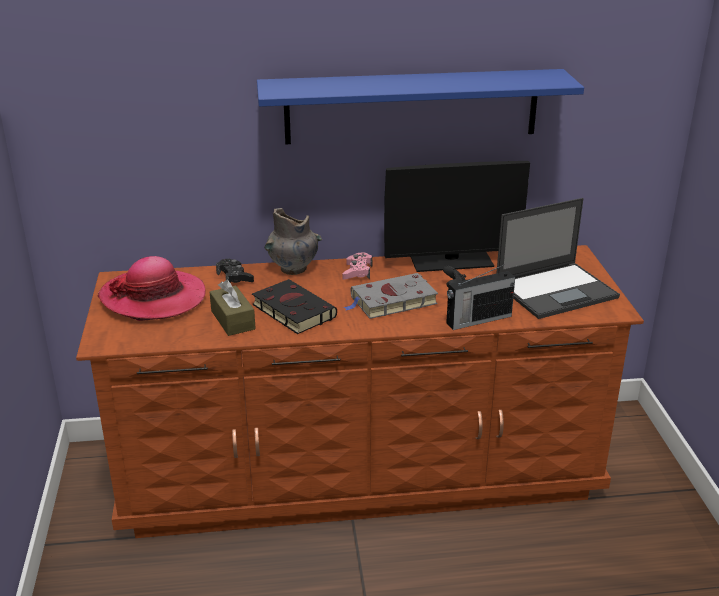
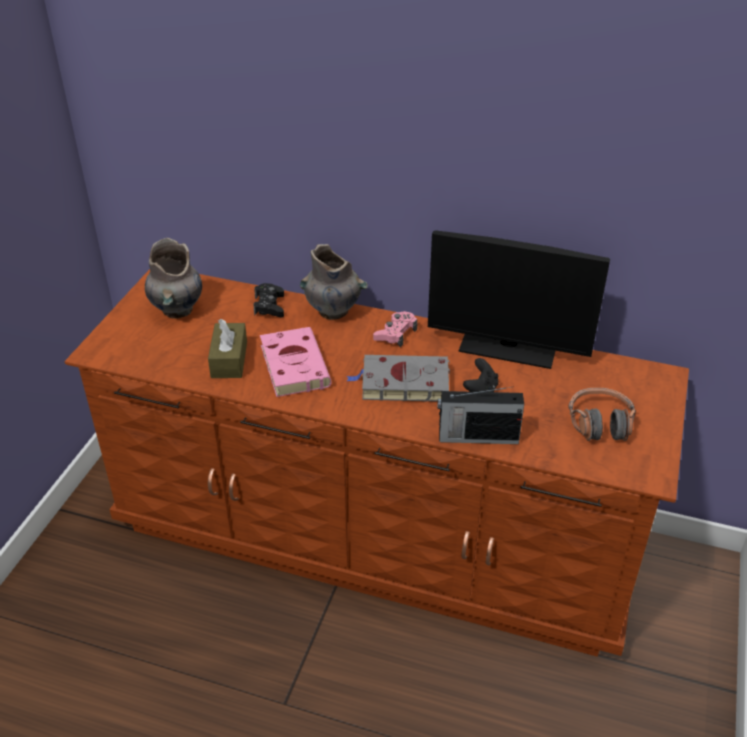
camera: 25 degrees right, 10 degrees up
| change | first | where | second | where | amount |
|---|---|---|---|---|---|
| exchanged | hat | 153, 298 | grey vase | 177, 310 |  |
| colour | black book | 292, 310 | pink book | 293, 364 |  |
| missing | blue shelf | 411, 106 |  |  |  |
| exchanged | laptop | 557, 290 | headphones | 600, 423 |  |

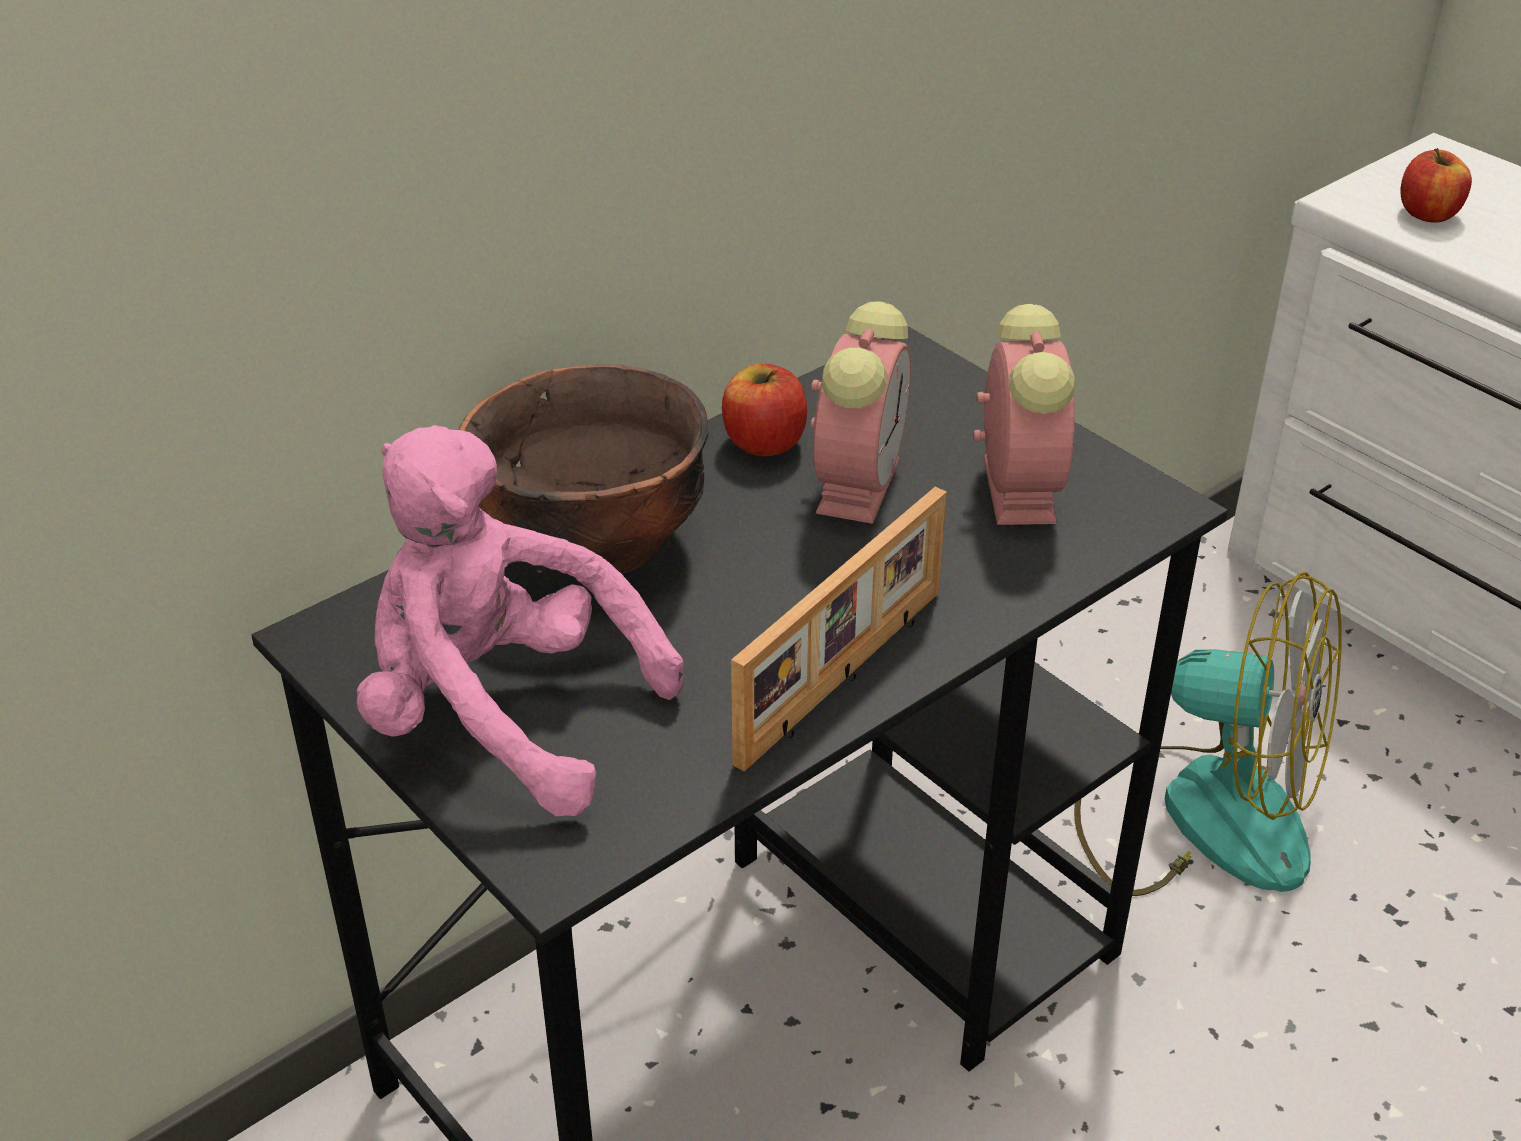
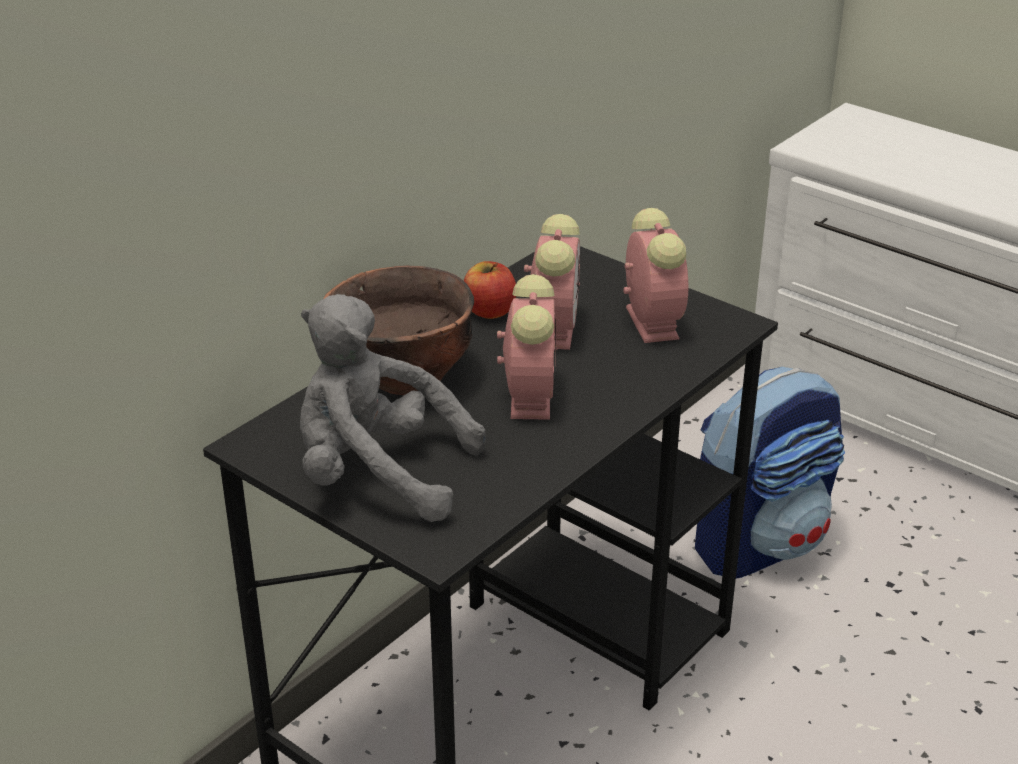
camera: 10 degrees left, 5 degrees down
| change | first | where | second | where | amount |
|---|---|---|---|---|---|
| colour | pink plush toy | 502, 715 | grey plush toy | 377, 474 |  |
| missing | picture frame | 845, 677 |  |  |  |
| exchanged | fan | 1198, 813 | backpack | 760, 542 |  |
| missing | apple | 1428, 214 |  |  |  |
| appeared |  |  | alarm clock | 529, 395 |  |

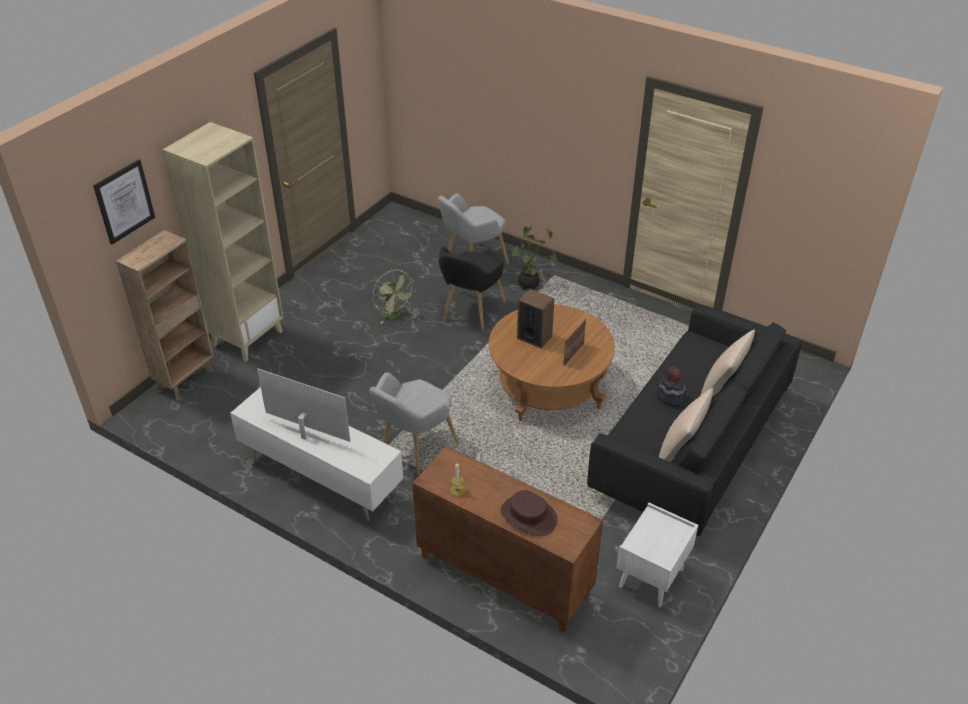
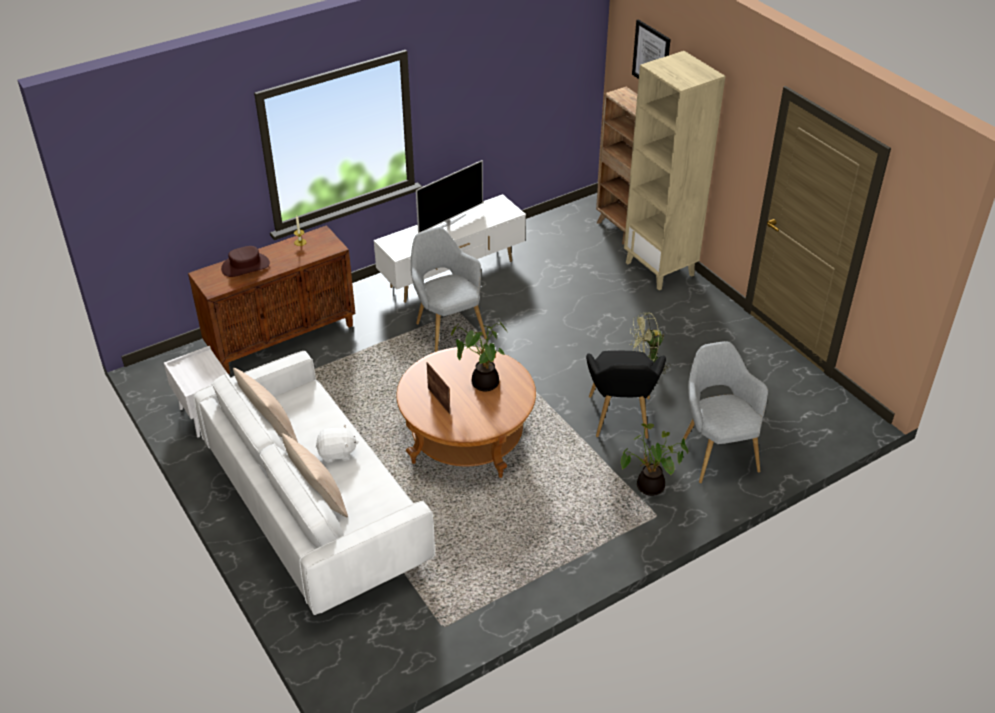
camera: 115 degrees right, 0 degrees up
| change | first | where | second | where | amount |
|---|---|---|---|---|---|
| spun | black armchair | 470, 313 |  | 620, 421 | 135 degrees counterclockwise |
| exchanged | speaker | 534, 337 | potted plant | 482, 383 |  |
| colour | black sofa | 690, 445 | white sofa | 316, 509 |  |
| exchanged | hat | 670, 397 | white plush toy | 337, 453 |  |

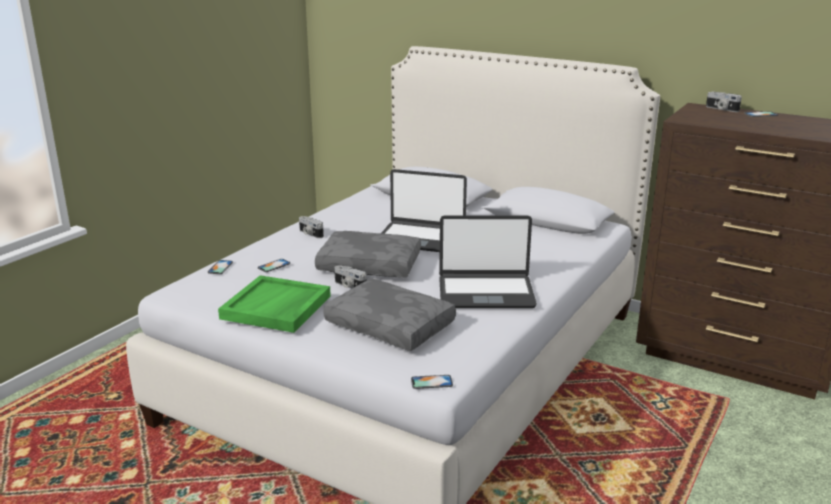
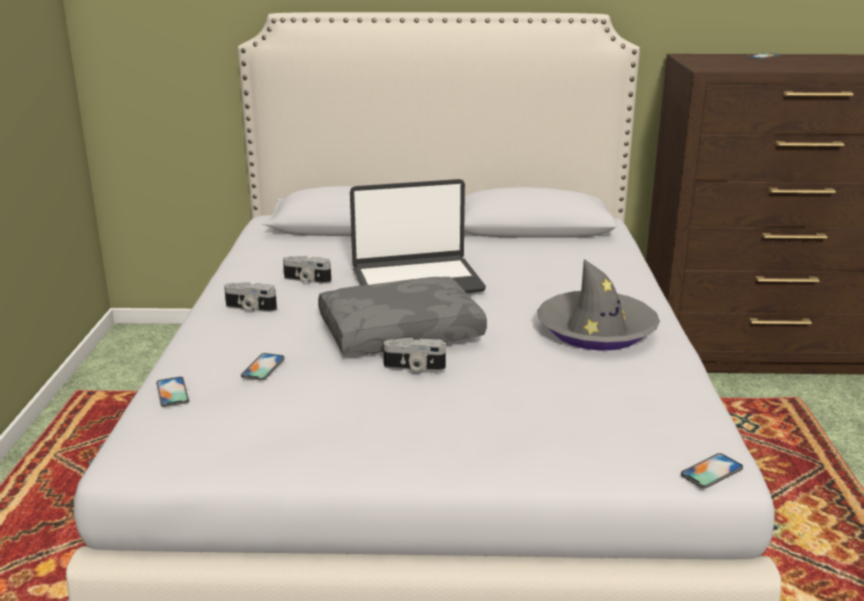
camera: 30 degrees left, 0 degrees up
| change | first | where | second | where | amount |
|---|---|---|---|---|---|
| missing | green tray | 276, 308 |  |  |  |
| missing | grey pillow | 391, 326 |  |  |  |
| exchanged | laptop | 486, 292 | grey hat | 596, 331 |  |
| relocated | photo camera | 721, 109 |  | 306, 280 |  |

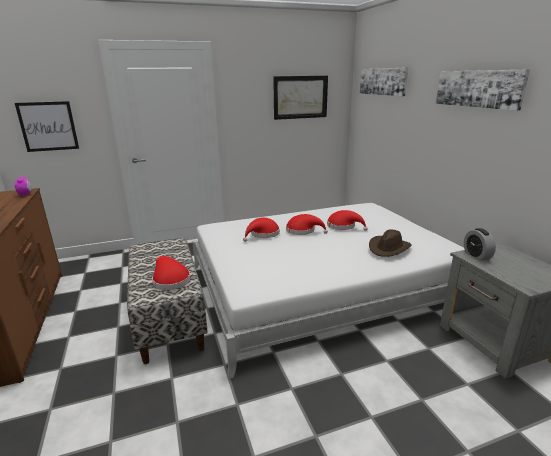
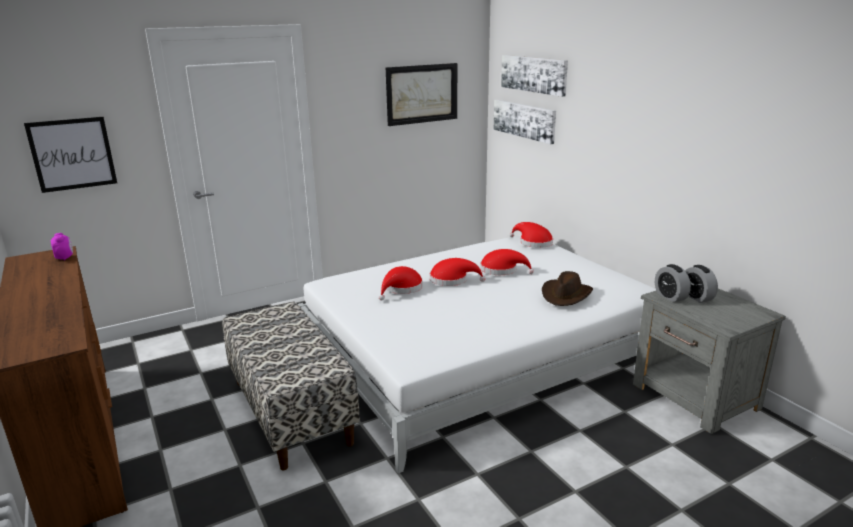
camera: 10 degrees left, 0 degrees up
| change | first | where | second | where | amount |
|---|---|---|---|---|---|
| relocated | red hat | 170, 280 |  | 533, 242 |  |
| relocated | picture | 478, 88 |  | 524, 120 |  |
| appeared |  |  | alarm clock | 696, 297 |  |

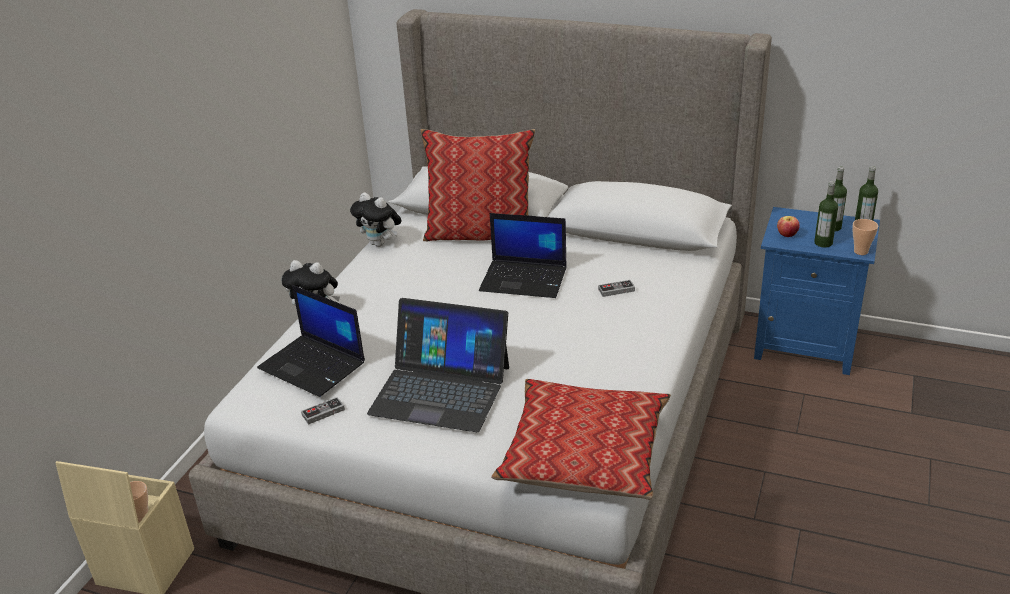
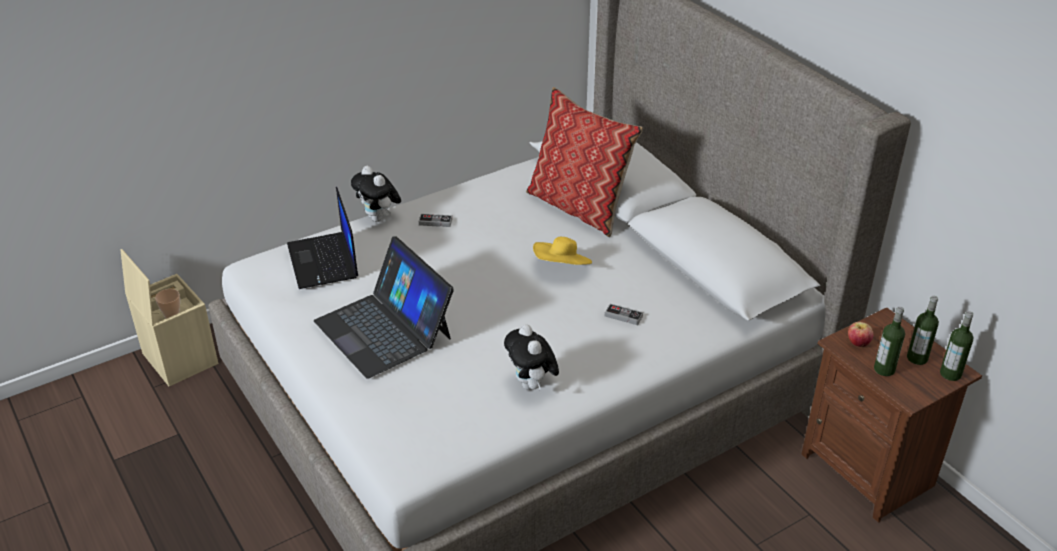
camera: 35 degrees right, 5 degrees up
| change | first | where | second | where | amount |
|---|---|---|---|---|---|
| relocated | game controller | 323, 412 |  | 435, 222 |  |
| relocated | plush toy | 380, 244 |  | 532, 385 |  |
| exchanged | laptop | 525, 279 | yellow hat | 562, 267 |  |
| missing | pillow | 585, 452 |  |  |  |
| colour | blue nightstand | 805, 345 | brown nightstand | 869, 469 |  |
| missing | cup | 861, 251 |  |  |  |

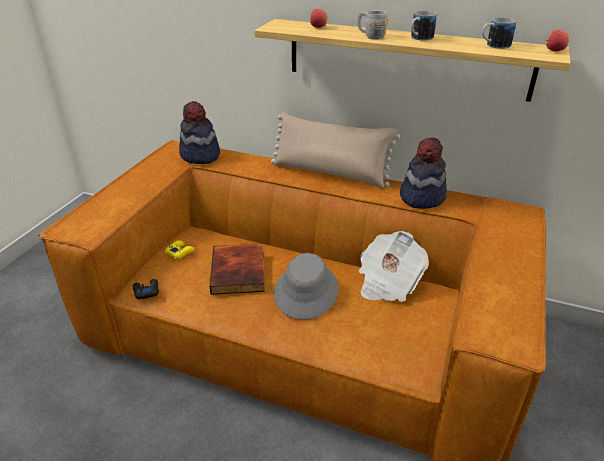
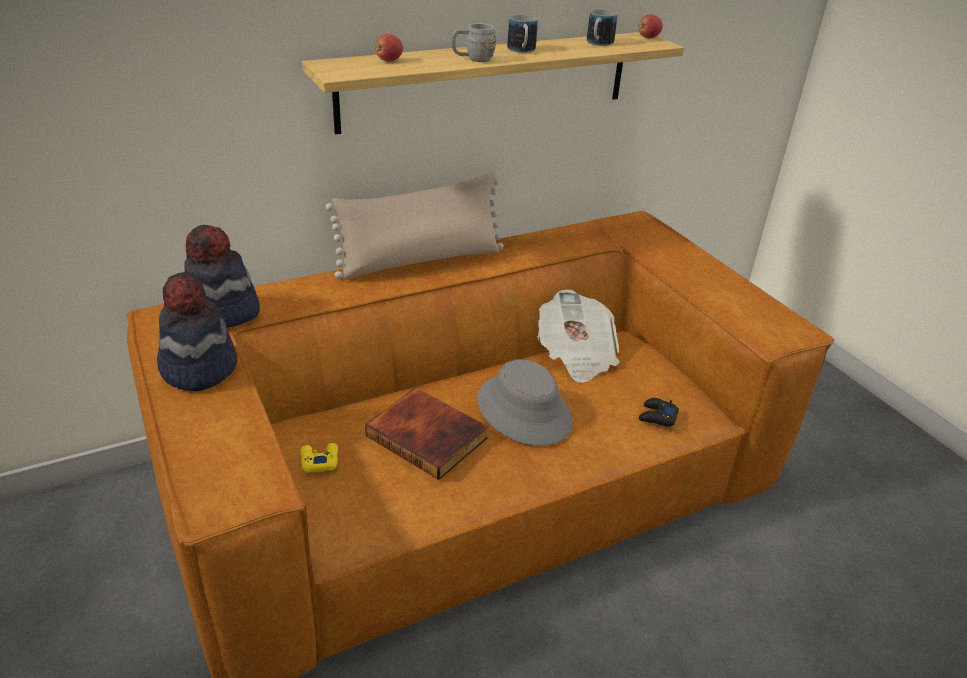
camera: 50 degrees left, 0 degrees up
| change | first | where | second | where | amount |
|---|---|---|---|---|---|
| relocated | black game controller | 146, 291 |  | 657, 417 |  |
| relocated | hat | 421, 197 |  | 198, 367 |  |

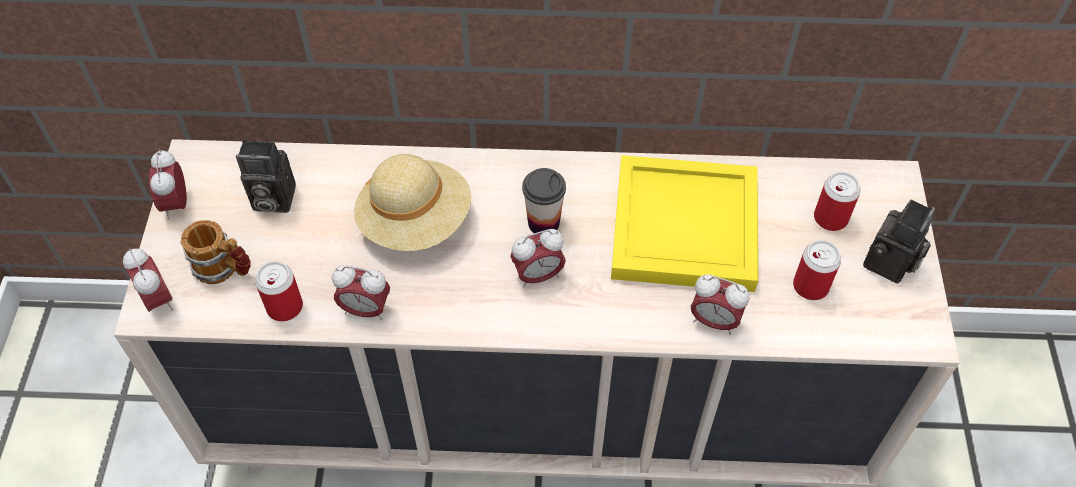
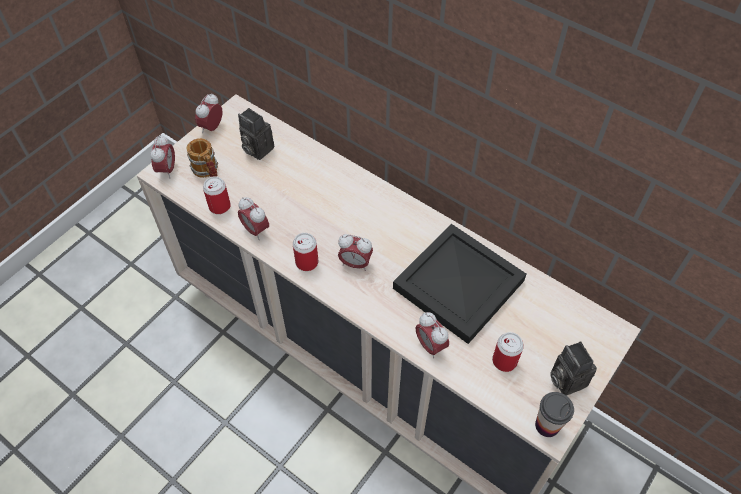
camera: 35 degrees right, 0 degrees up
| change | first | where | second | where | amount |
|---|---|---|---|---|---|
| missing | beige hat | 415, 221 |  |  |  |
| relocated | cup | 543, 223 |  | 547, 425 |  |
| colour | yellow tray | 682, 229 | black tray | 456, 284 |  |
| relocated | can | 830, 218 |  | 307, 262 |  |
| spun | photo camera | 890, 265 |  | 565, 379 | 90 degrees clockwise |

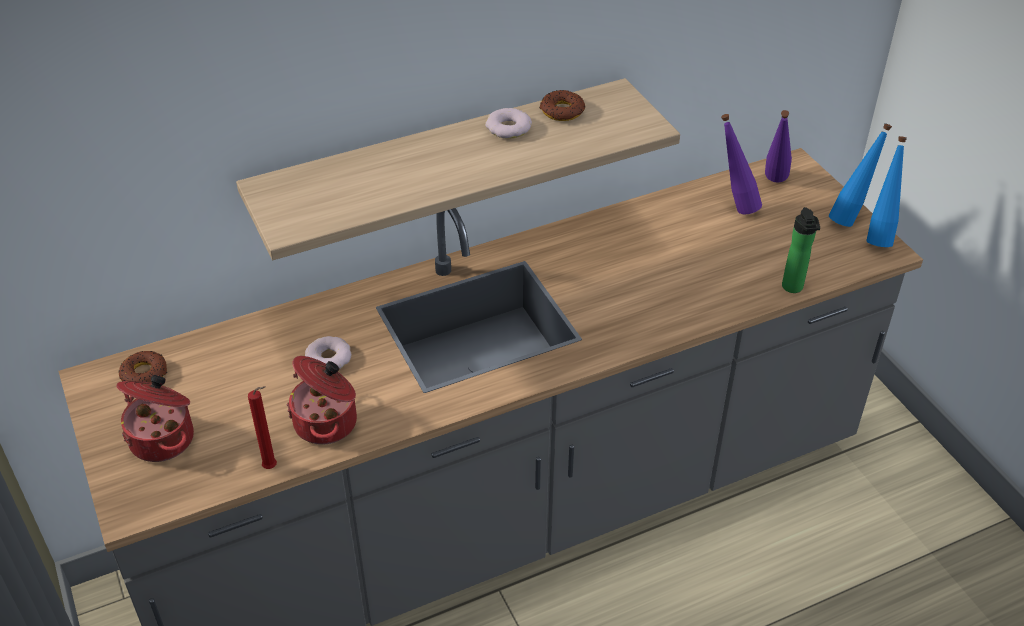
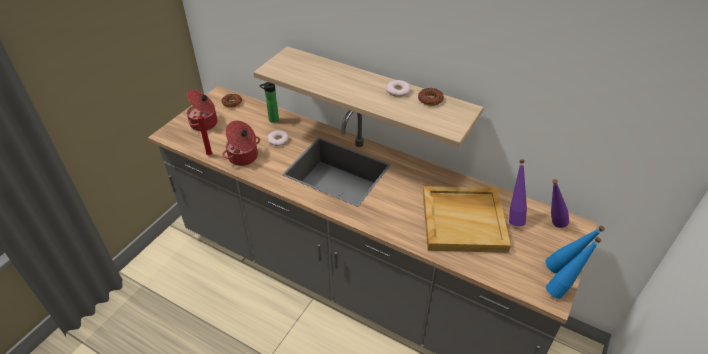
camera: 55 degrees right, 0 degrees up
| change | first | where | second | where | amount |
|---|---|---|---|---|---|
| relocated | bottle | 793, 288 |  | 272, 120 |  |
| appeared |  |  | beige tray | 464, 220 |  |

